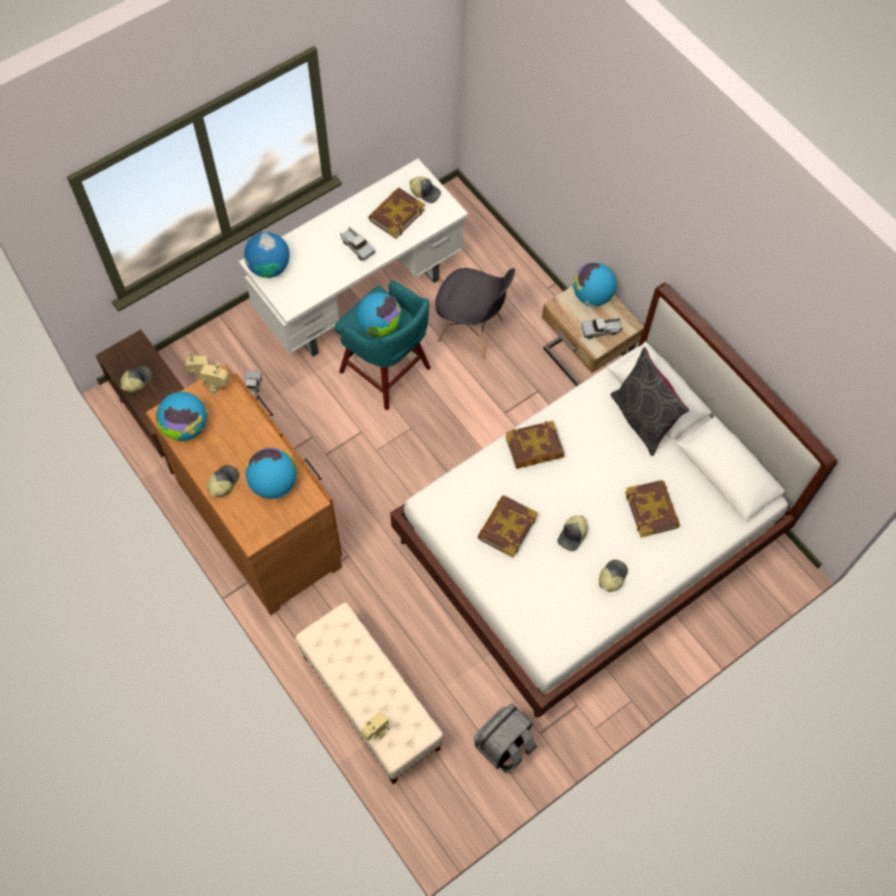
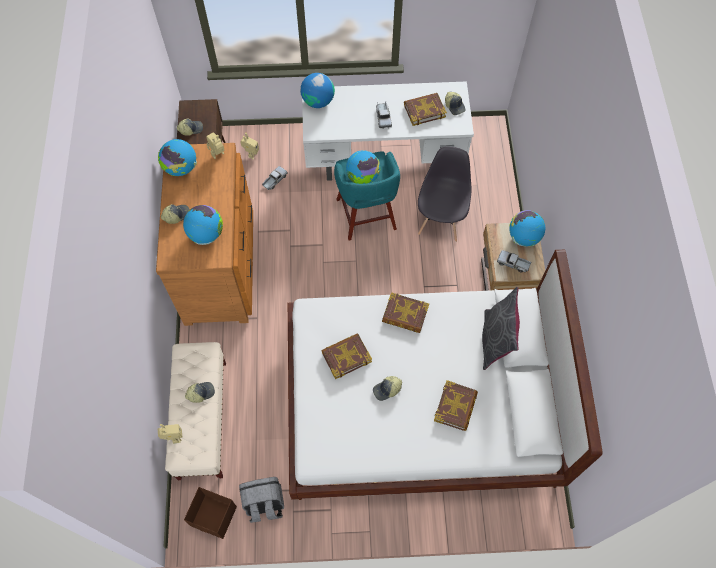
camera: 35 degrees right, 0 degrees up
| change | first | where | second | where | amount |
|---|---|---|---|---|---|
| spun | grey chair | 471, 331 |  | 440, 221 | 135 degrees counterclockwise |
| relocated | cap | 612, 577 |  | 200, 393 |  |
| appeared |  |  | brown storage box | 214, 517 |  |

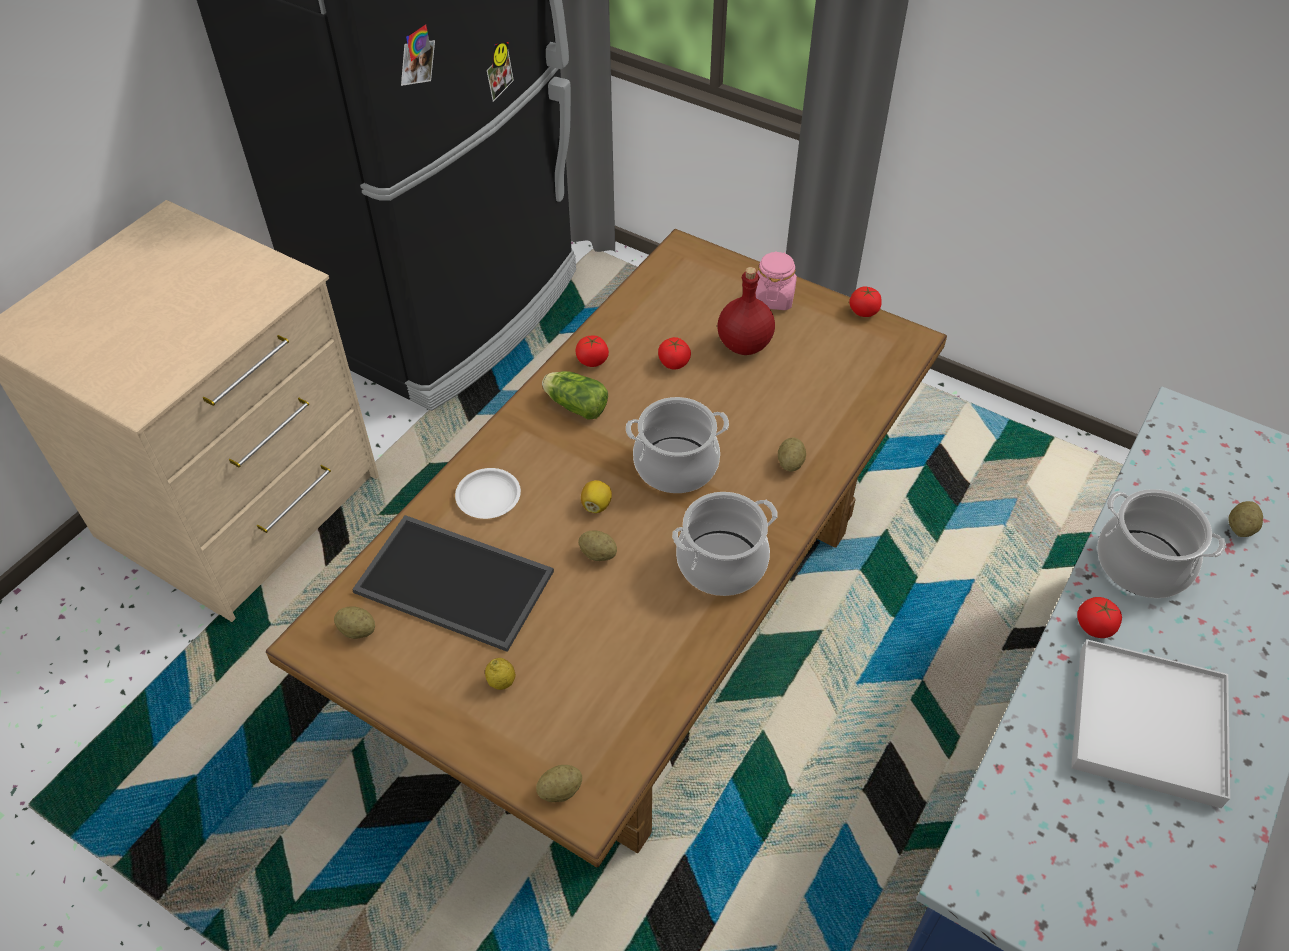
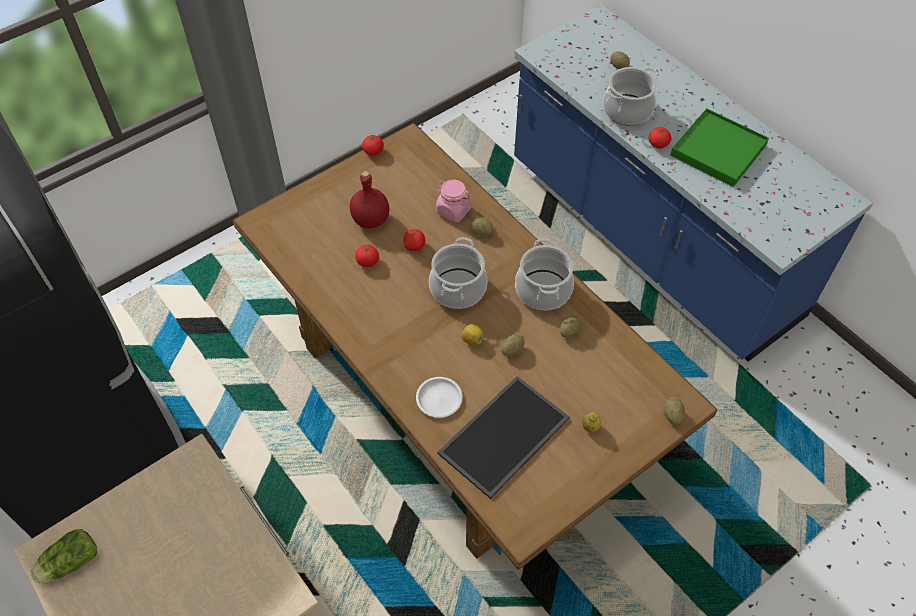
camera: 70 degrees left, 5 degrees up
| change | first | where | second | where | amount |
|---|---|---|---|---|---|
| relocated | potato | 357, 630 |  | 569, 332 |  |
| relocated | lettuce | 574, 405 |  | 68, 564 |  |
| relocated | tomato | 592, 361 |  | 414, 246 |  |
| relocated | pink jar | 773, 298 |  | 453, 210 |  |
| colour | white tray | 1147, 726 | green tray | 718, 150 |  |

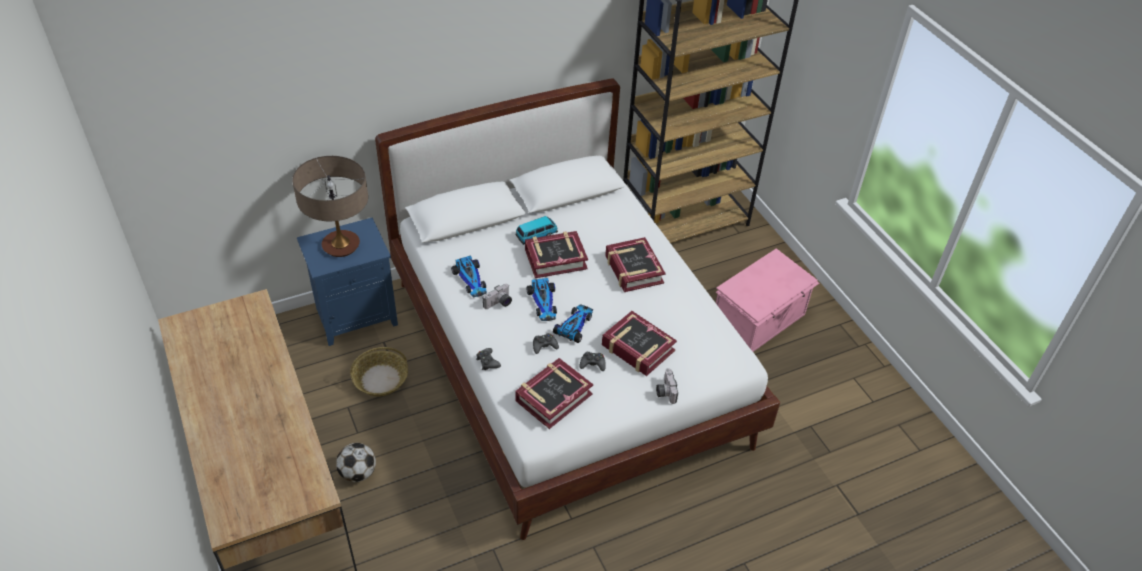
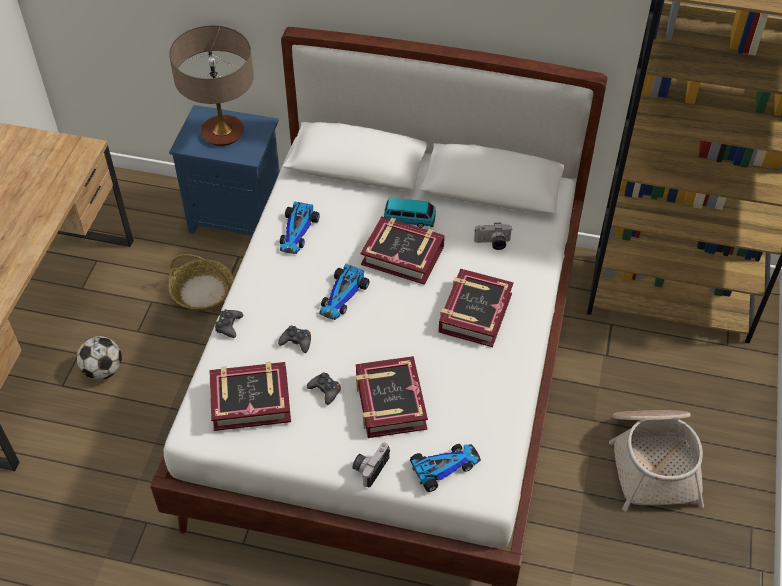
camera: 40 degrees right, 5 degrees up
| change | first | where | second | where | amount |
|---|---|---|---|---|---|
| relocated | photo camera | 499, 304 |  | 492, 243 |  |
| relocated | toy car | 574, 326 |  | 443, 467 |  |
| exchanged | pink storage box | 759, 319 | basket | 652, 461 |  |

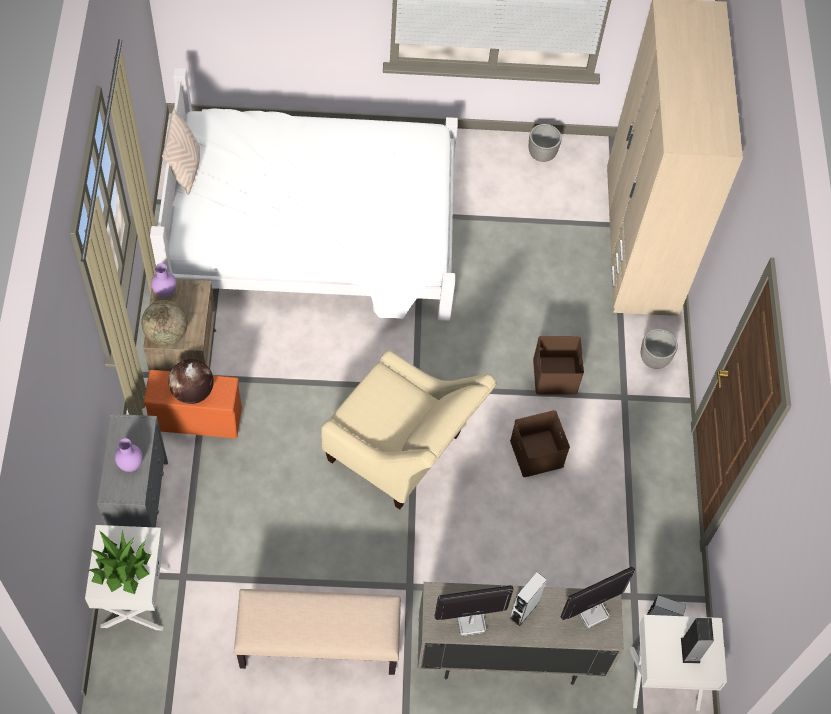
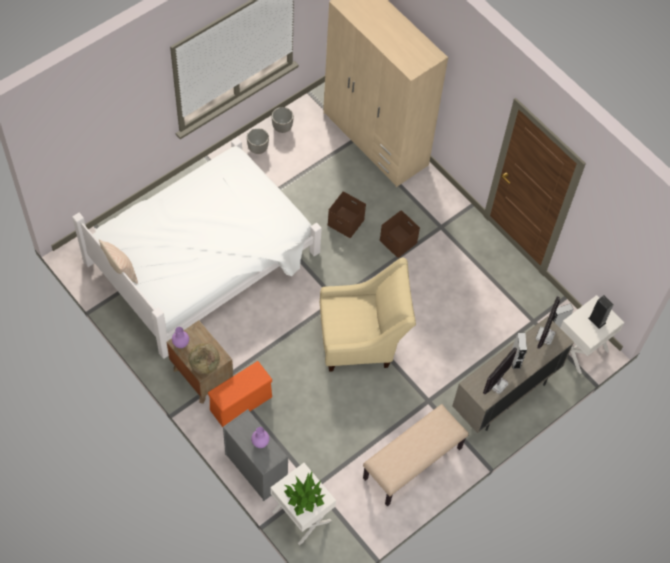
camera: 40 degrees left, 0 degrees up
| change | first | where | second | where | amount |
|---|---|---|---|---|---|
| missing | globe | 192, 392 |  |  |  |
| relocated | brown storage box | 538, 454 |  | 346, 222 |  |
| relocated | planter | 654, 359 |  | 258, 148 |  |

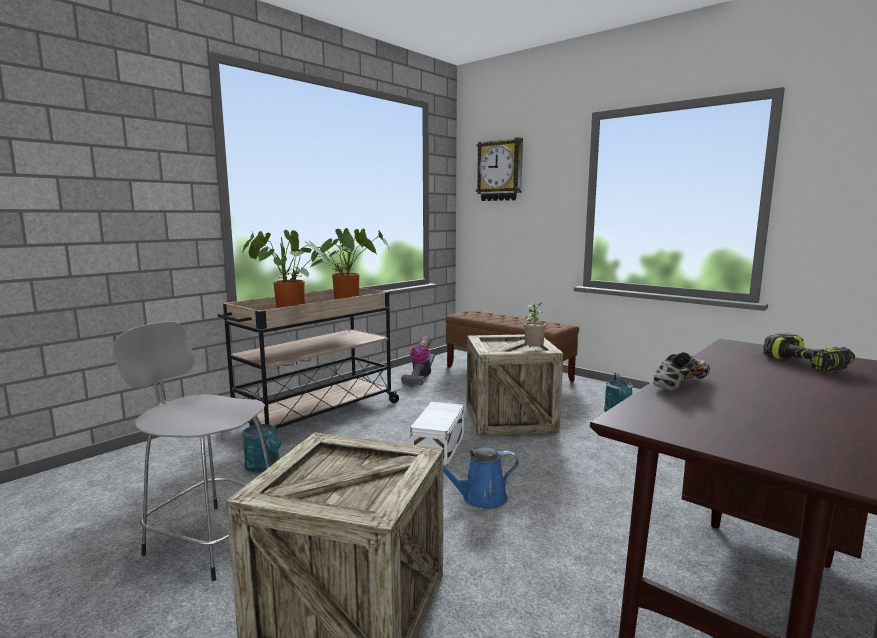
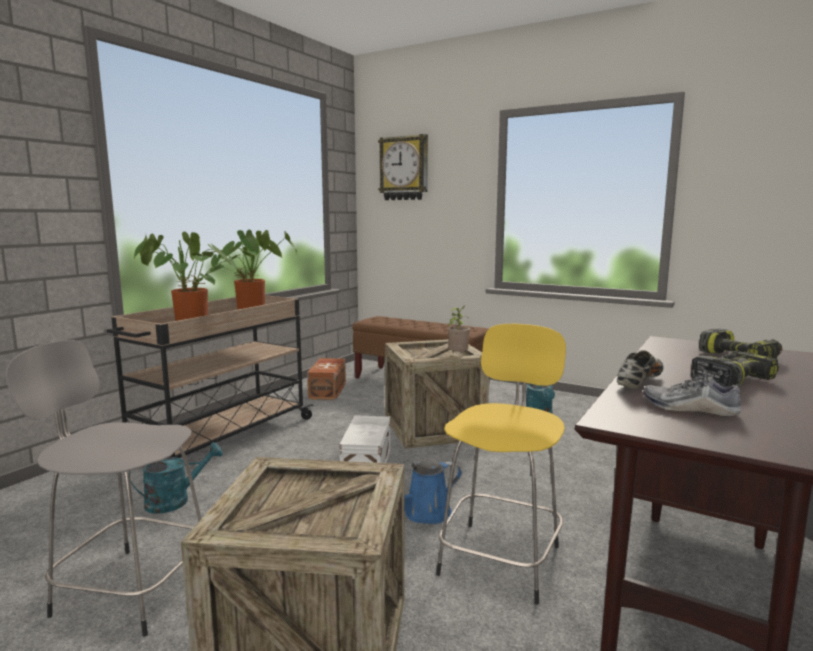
camera: 10 degrees left, 0 degrees up
| change | first | where | second | where | amount |
|---|---|---|---|---|---|
| spun | turquoise watering can | 265, 467 |  | 175, 501 | 75 degrees counterclockwise |
| exchanged | vacuum cleaner | 420, 377 | brown storage box | 328, 390 |  |
| appeared |  |  | yellow stool | 501, 557 |  |
| appeared |  |  | shoe | 689, 408 |  |
| appeared |  |  | power drill | 731, 380 |  |

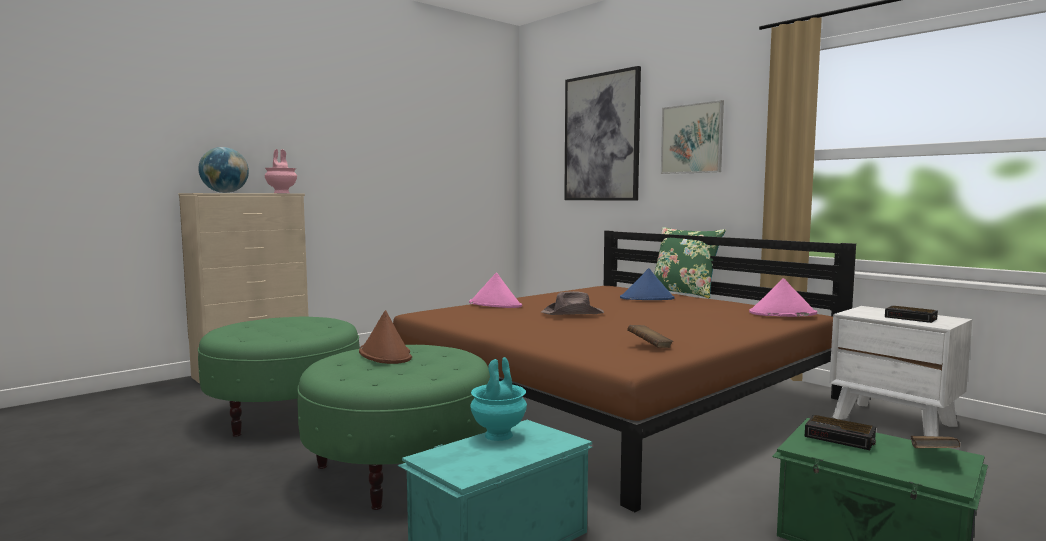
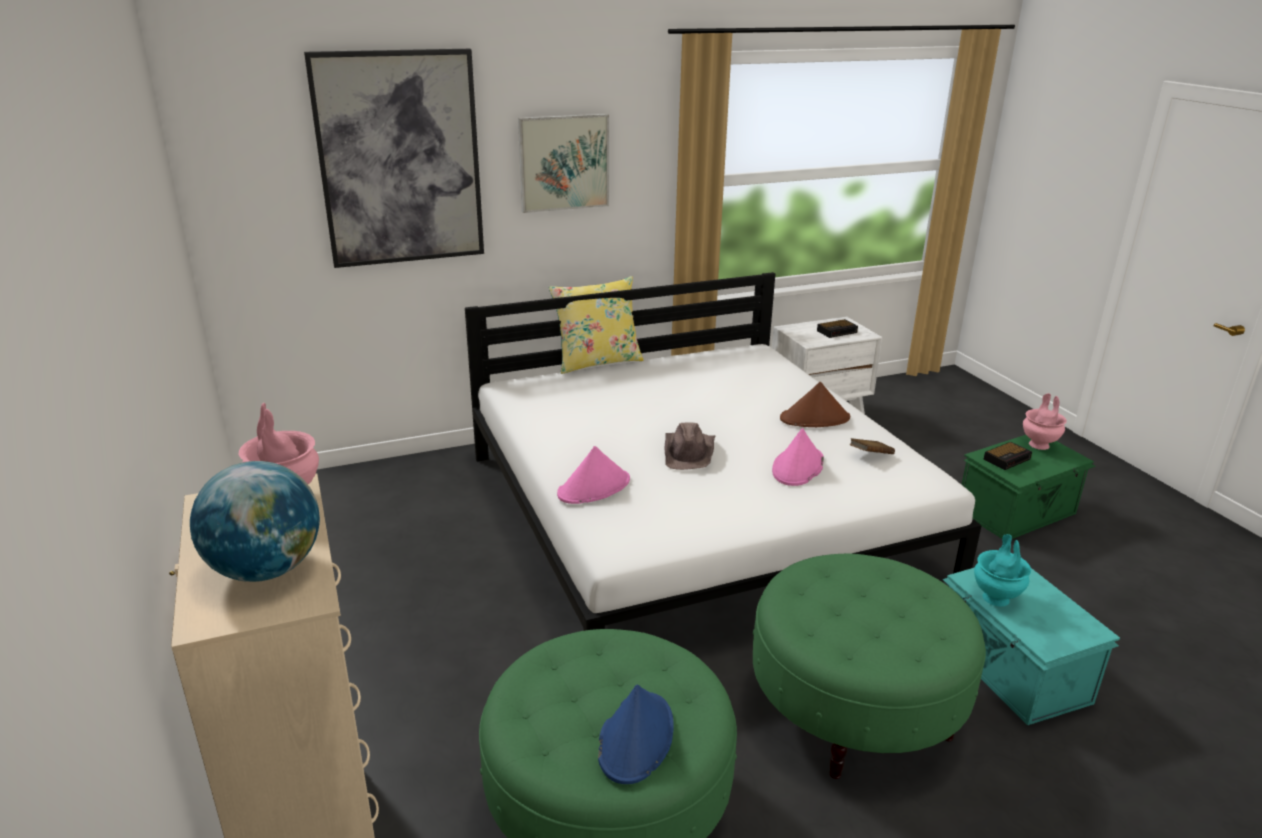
camera: 70 degrees left, 20 degrees up
| change | first | where | second | where | amount |
|---|---|---|---|---|---|
| relocated | brown hat | 385, 354 |  | 815, 419 |  |
| colour | brown bed | 615, 398 | white bed | 695, 515 |  |
| relocated | blue hat | 647, 298 |  | 636, 738 |  |
| colour | green pillow | 684, 293 | yellow pillow | 597, 362 |  |
| relocated | pink hat | 782, 313 |  | 798, 467 |  |
| exchanged | brown book | 932, 456 | pink vase | 1039, 445 |  |

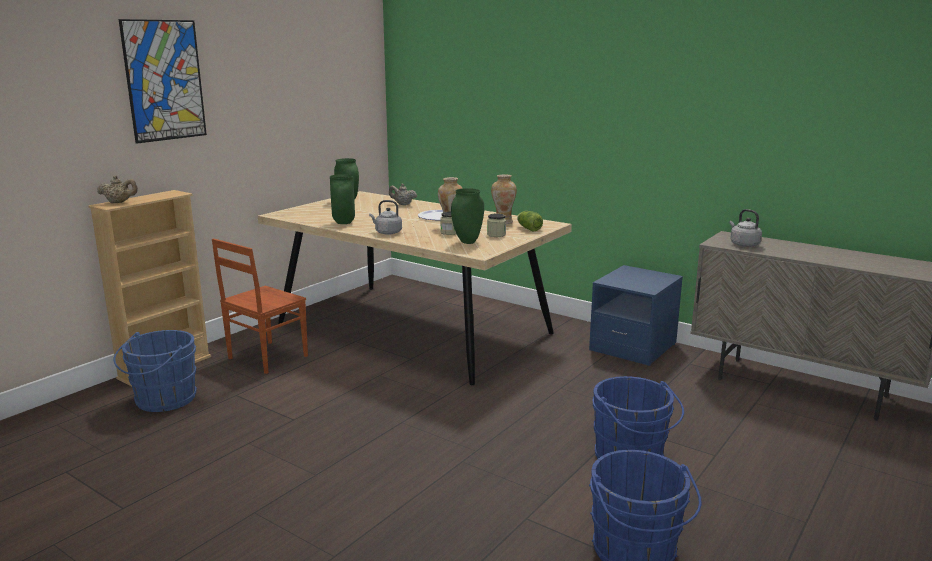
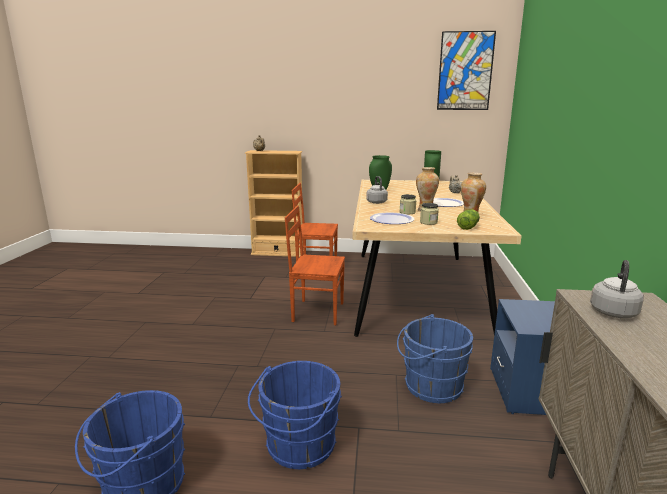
camera: 60 degrees right, 0 degrees up
| change | first | where | second | where | amount |
|---|---|---|---|---|---|
| relocated | blue bucket | 162, 400 |  | 429, 386 |  |
| relocated | picture | 164, 80 |  | 465, 71 |  |
| exchanged | green vase | 468, 242 | plate | 391, 220 |  |
| appeared |  |  | brown chair | 317, 312 |  |

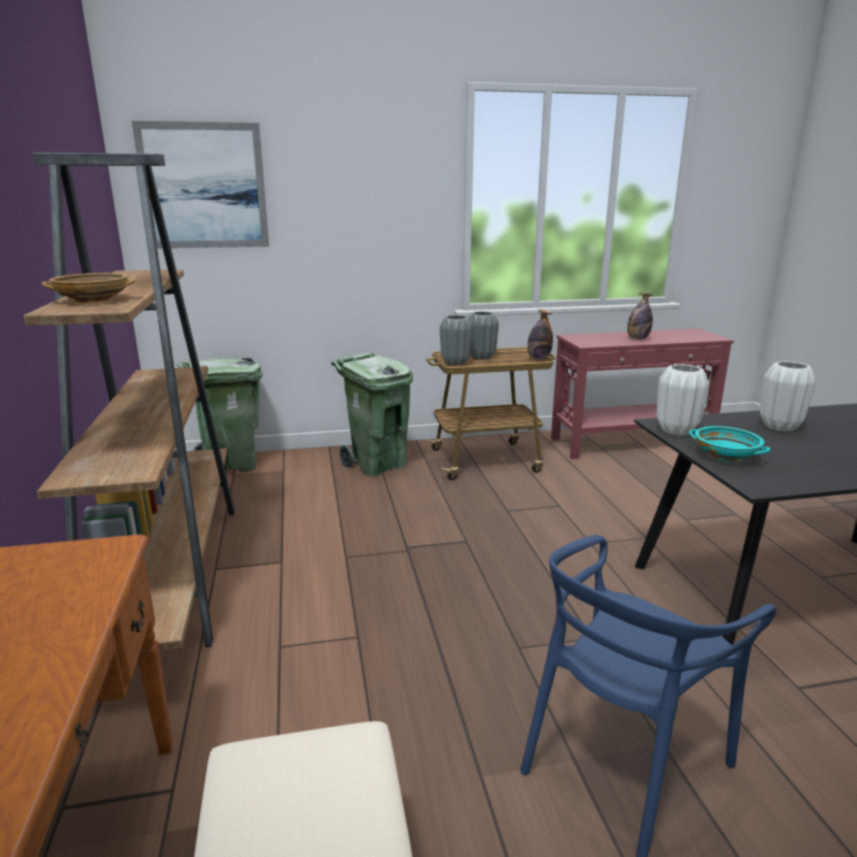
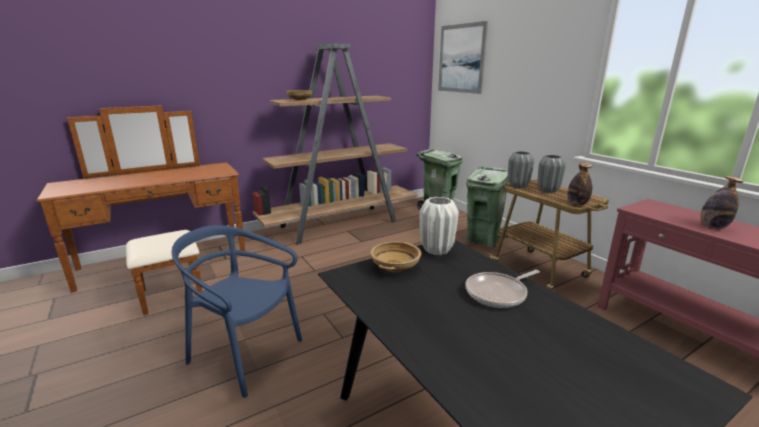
camera: 70 degrees right, 0 degrees up
| change | first | where | second | where | amount |
|---|---|---|---|---|---|
| colour | turquoise bowl | 726, 456 | beige bowl | 395, 266 |  |
| exchanged | white vase | 780, 426 | frying pan | 498, 293 |  |

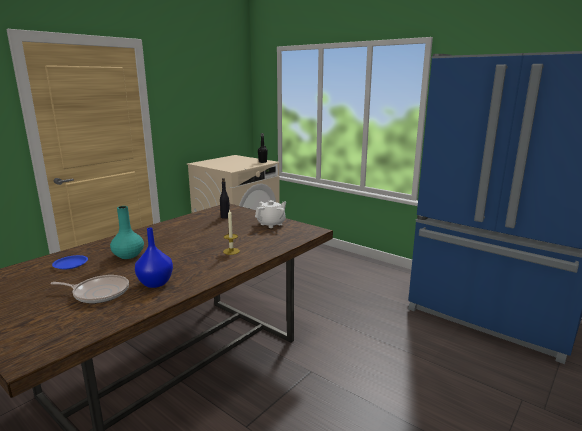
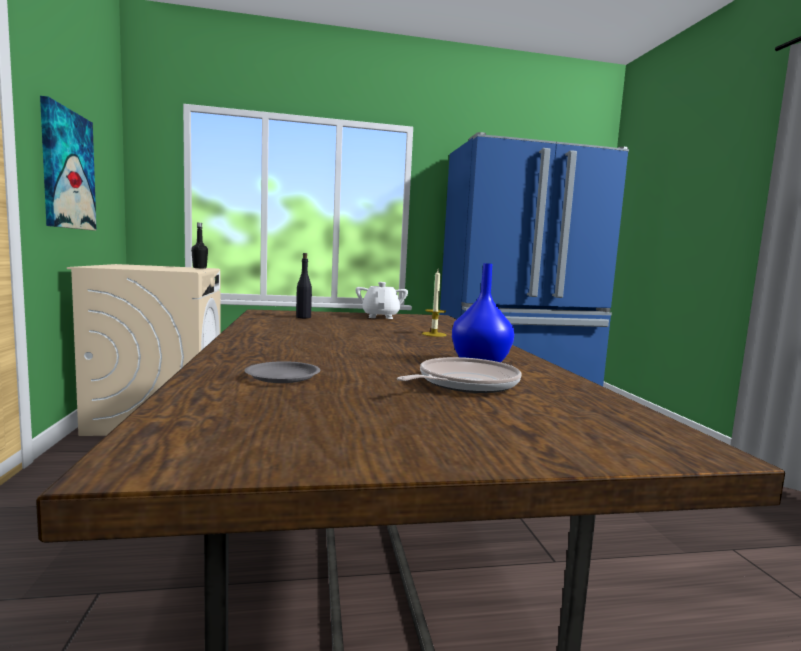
camera: 50 degrees left, 10 degrees down
| change | first | where | second | where | amount |
|---|---|---|---|---|---|
| colour | blue plate | 70, 264 | grey plate | 283, 377 |  |
| missing | turquoise vase | 128, 255 |  |  |  |
| appeared |  |  | picture | 67, 170 |  |

